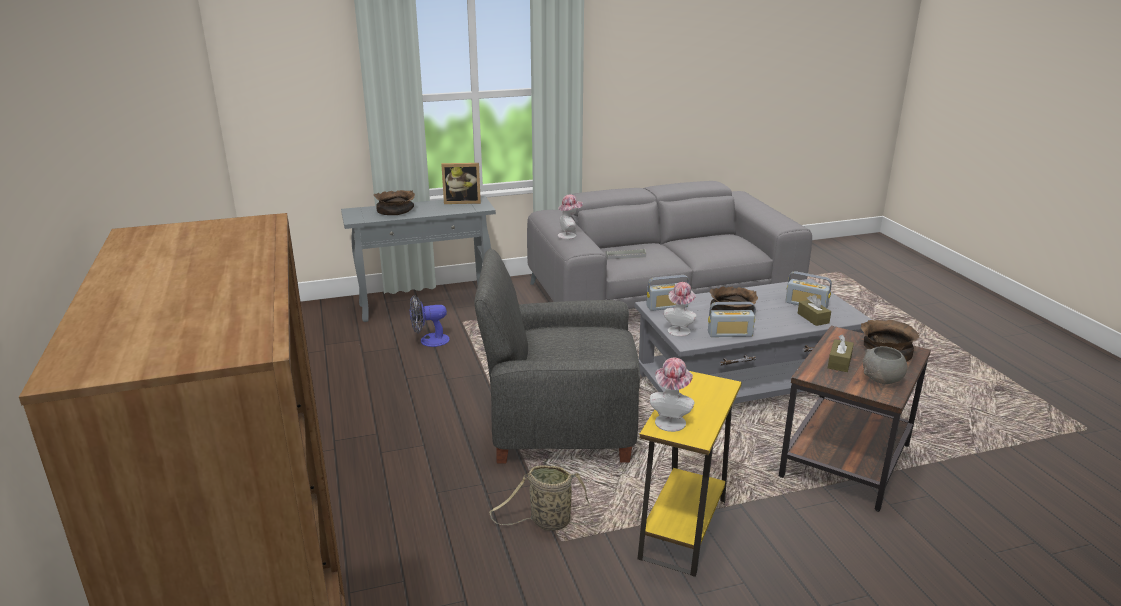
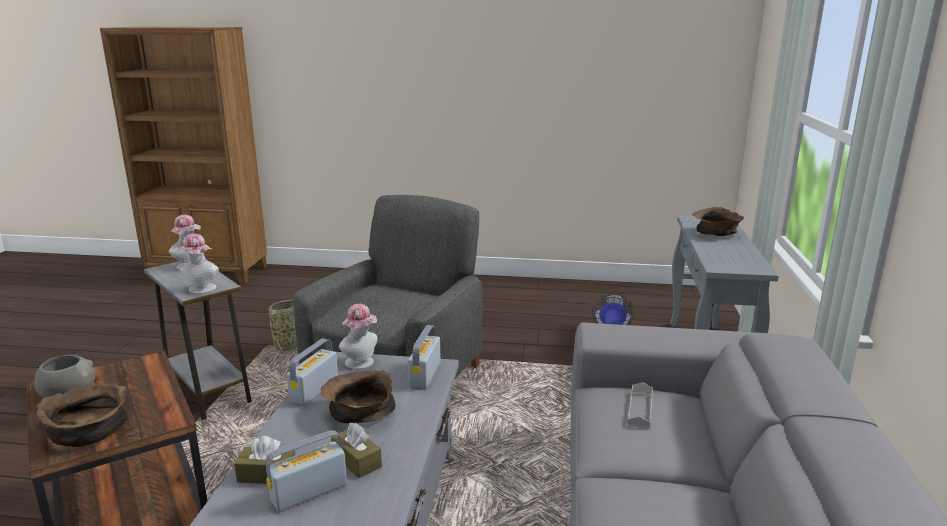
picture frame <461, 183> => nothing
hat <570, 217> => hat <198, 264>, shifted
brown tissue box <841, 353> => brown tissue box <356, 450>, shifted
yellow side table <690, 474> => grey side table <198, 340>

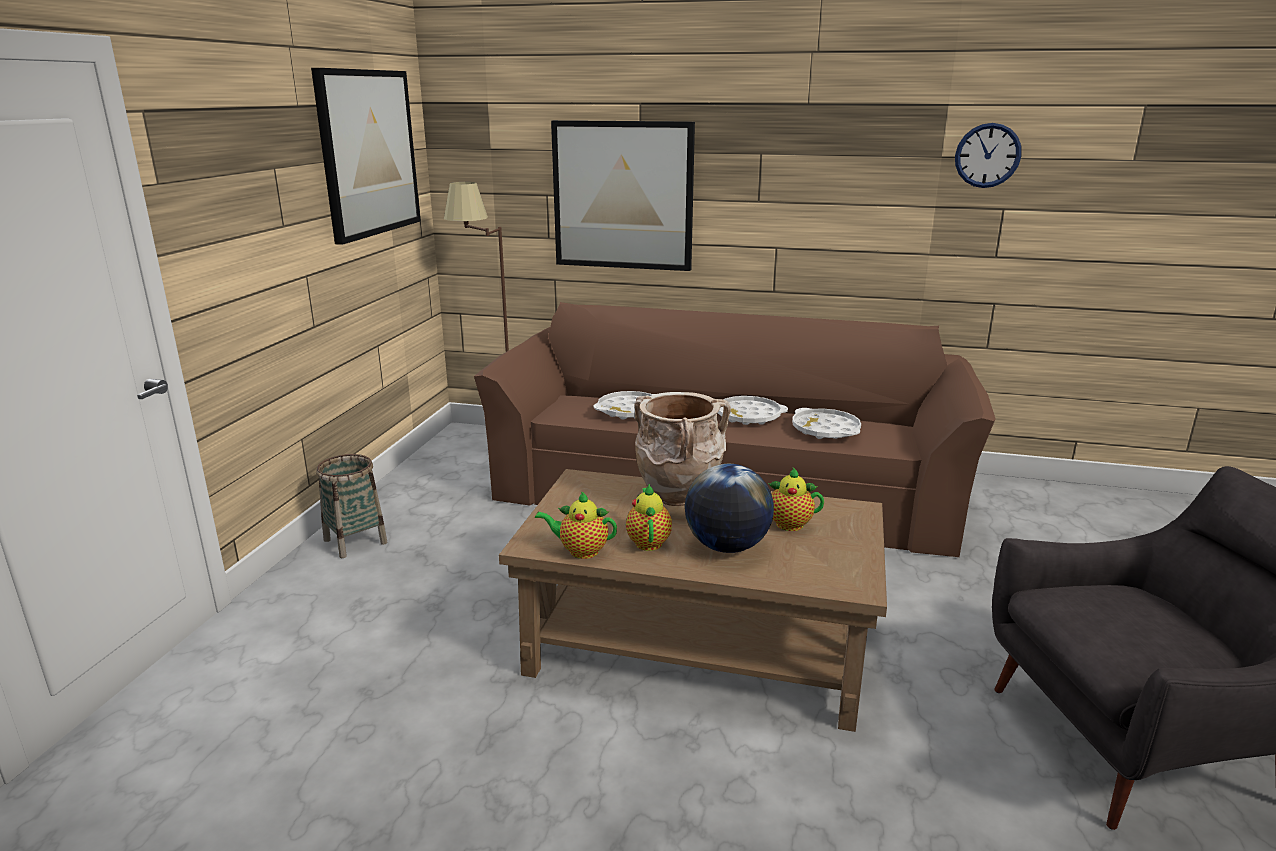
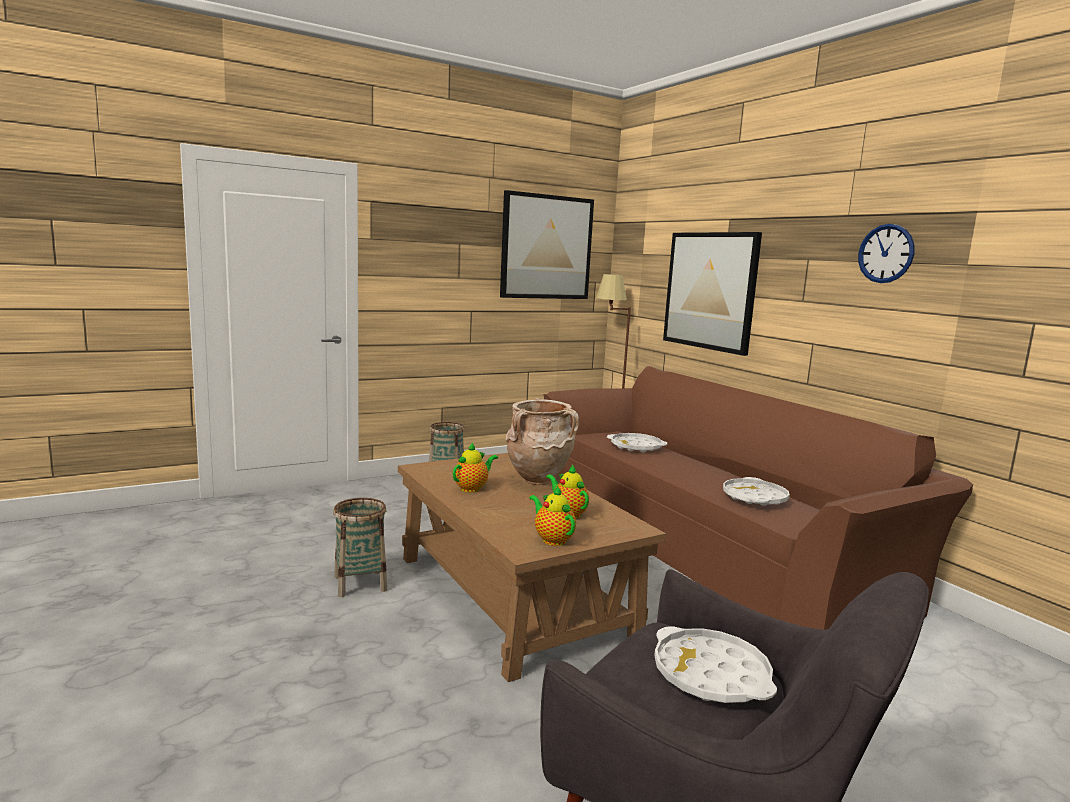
globe <729, 508> => nothing
nothing => basket <360, 547>
teapot <576, 525> => teapot <552, 516>, shifted
white tray <753, 410> => white tray <715, 664>, shifted
wall clock <988, 155> => wall clock <886, 253>, shifted

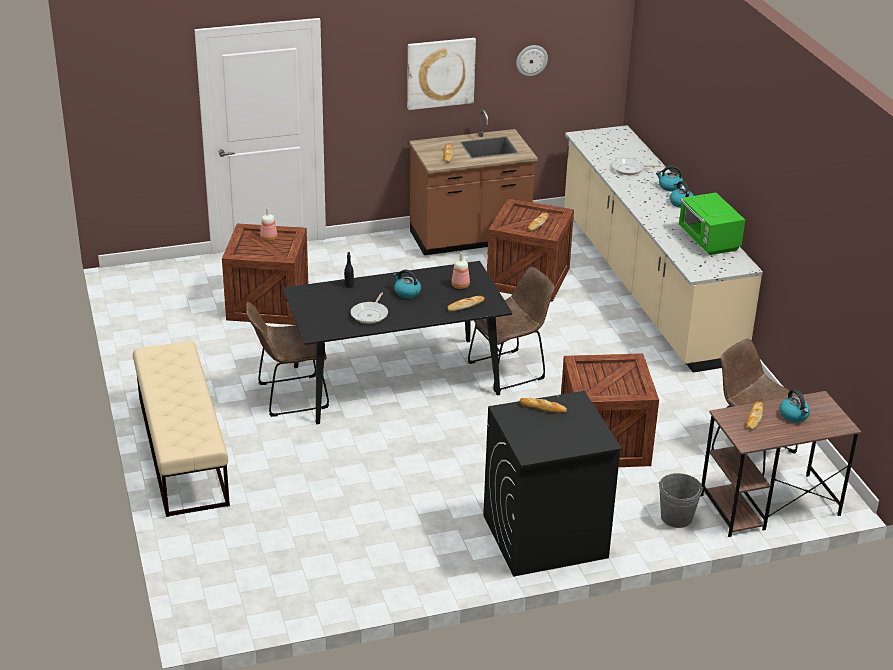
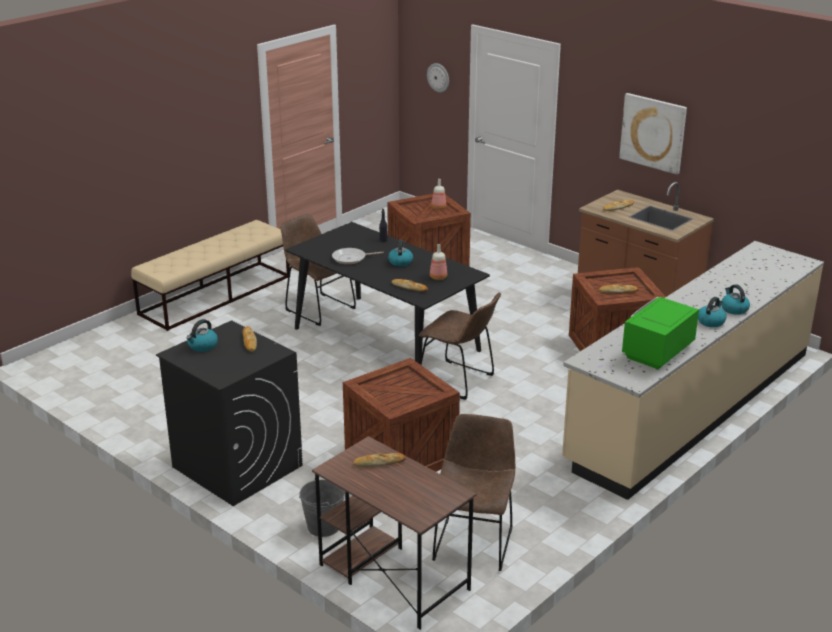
frying pan <637, 166> => nothing
wall clock <532, 60> => wall clock <438, 77>, shifted
kettle <794, 405> => kettle <202, 335>, shifted

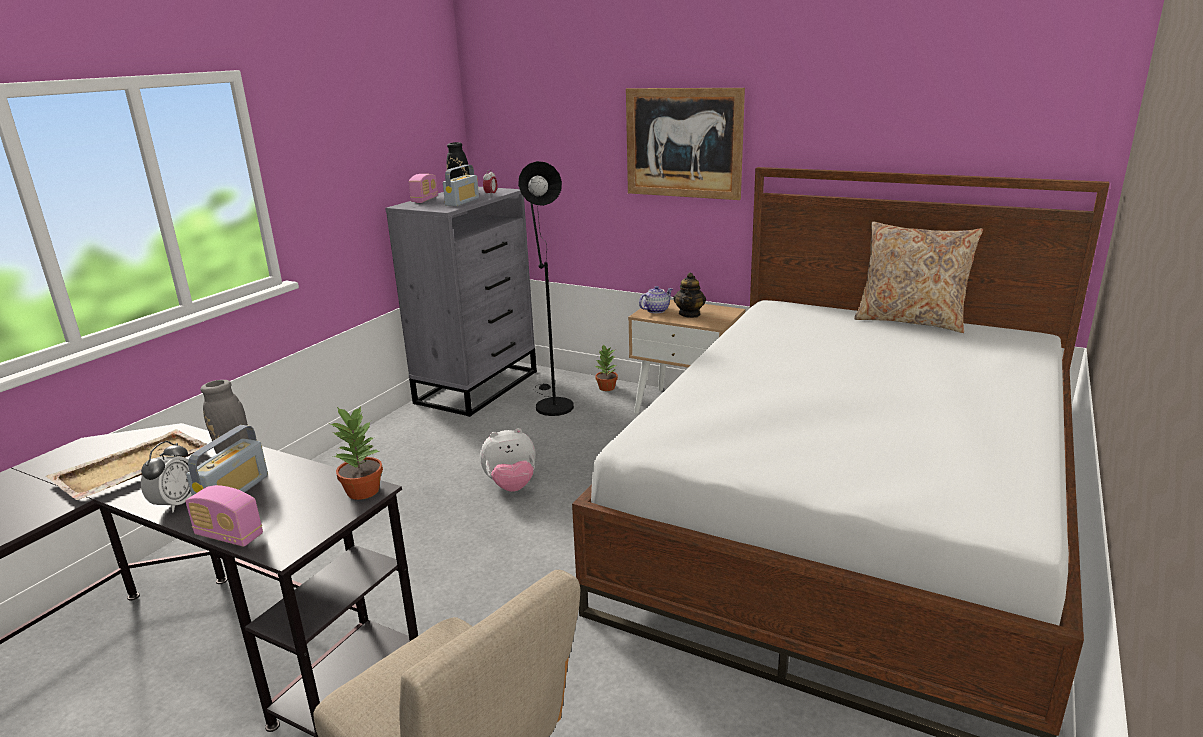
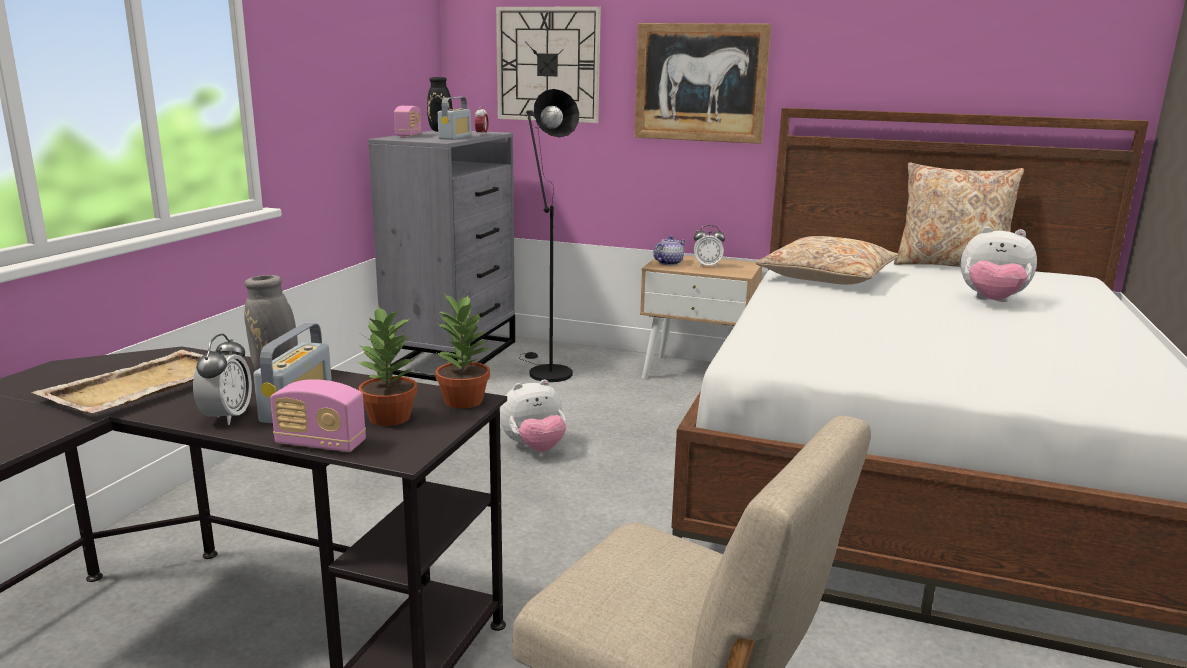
nothing => wall clock <548, 65>
nothing => beige pillow <827, 260>
nothing => plush toy <999, 264>
potted plant <606, 368> => potted plant <386, 366>, shifted
teapot <689, 295> => alarm clock <709, 246>

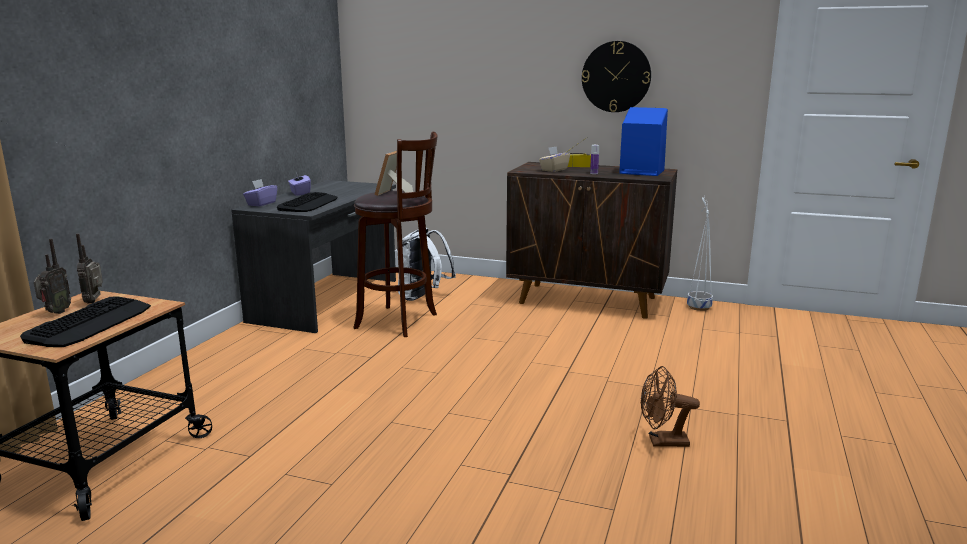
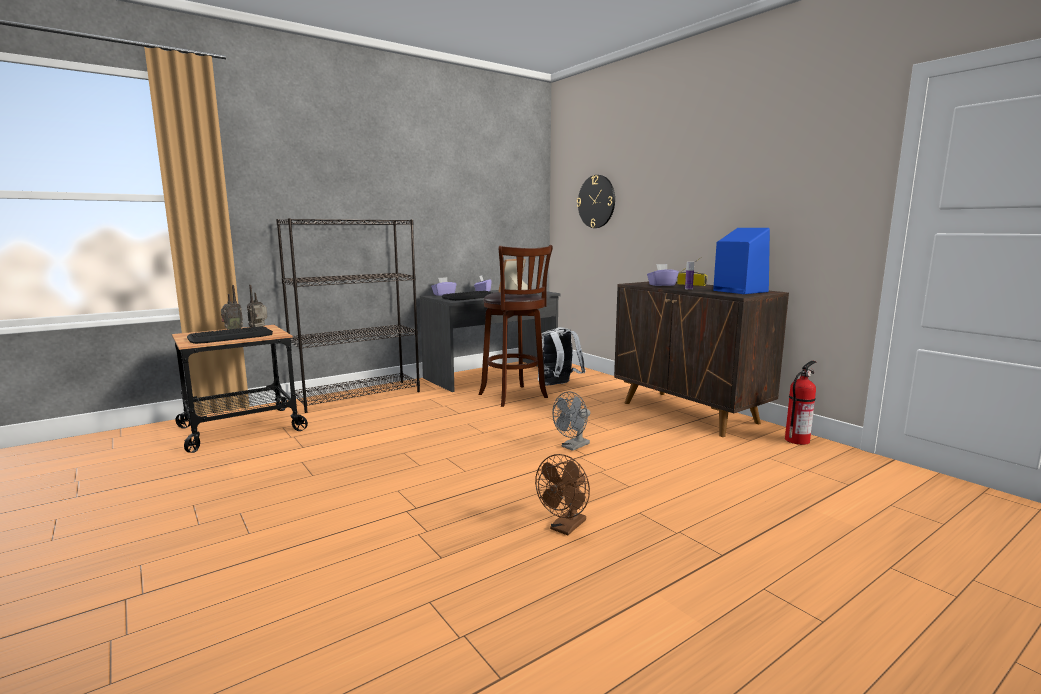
nothing => black bookcase <348, 315>
nothing => grey fan <571, 421>
wall clock <616, 76> => wall clock <596, 201>, shifted
white planter <700, 254> => fire extinguisher <800, 403>
beige tissue box <554, 159> => purple tissue box <663, 275>
brown fan <670, 406> => brown fan <562, 494>, 90 degrees counterclockwise

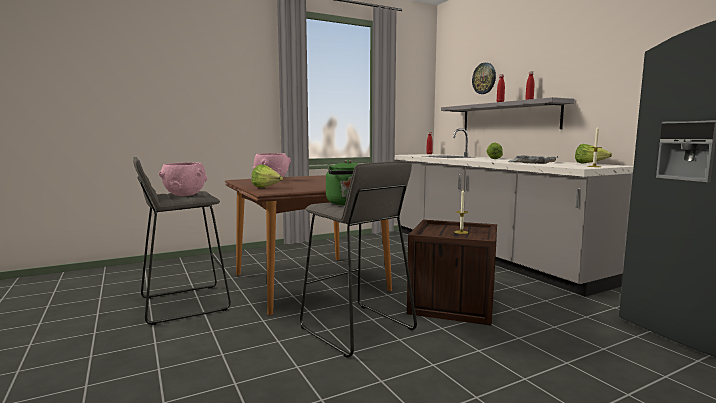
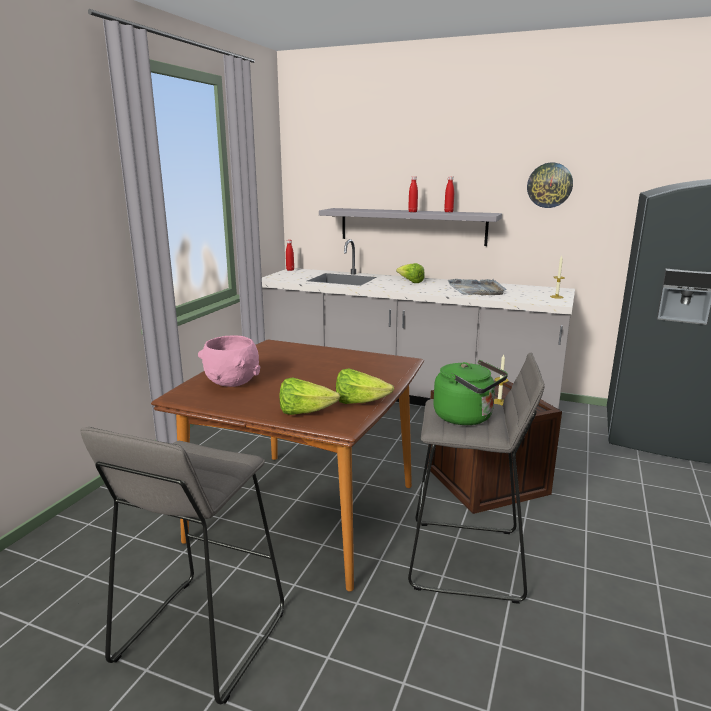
pink bowl <183, 179> => nothing
wall clock <484, 78> => wall clock <550, 185>, shifted
lettuce <593, 154> => lettuce <365, 386>, shifted

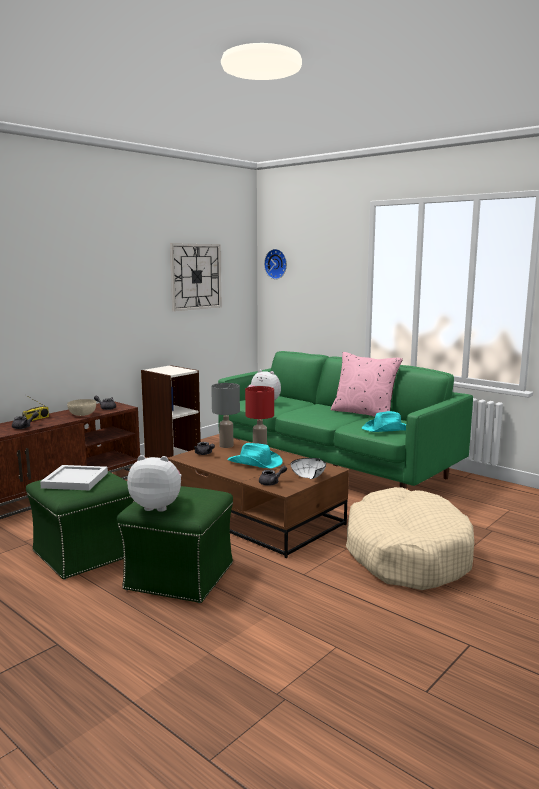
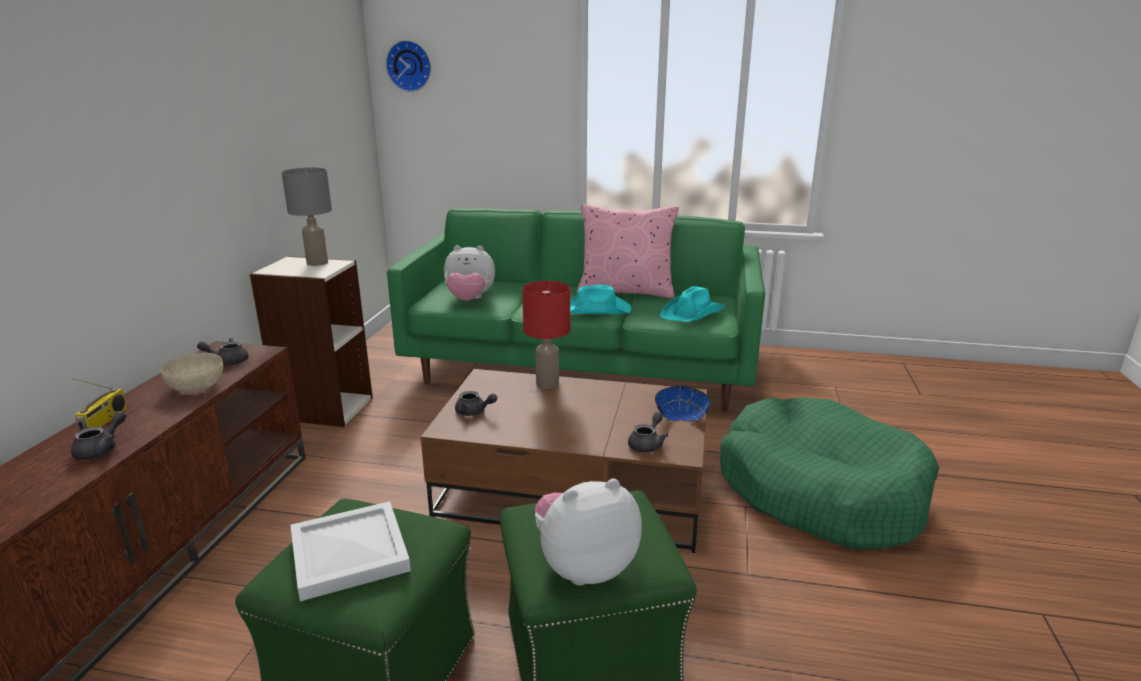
wall clock <196, 277> => nothing
grey table lamp <225, 415> => grey table lamp <306, 217>, shifted
turquoise hat <255, 456> => turquoise hat <600, 299>, shifted
white bowl <308, 468> => blue bowl <683, 403>
beige dog bed <410, 538> => green dog bed <829, 473>

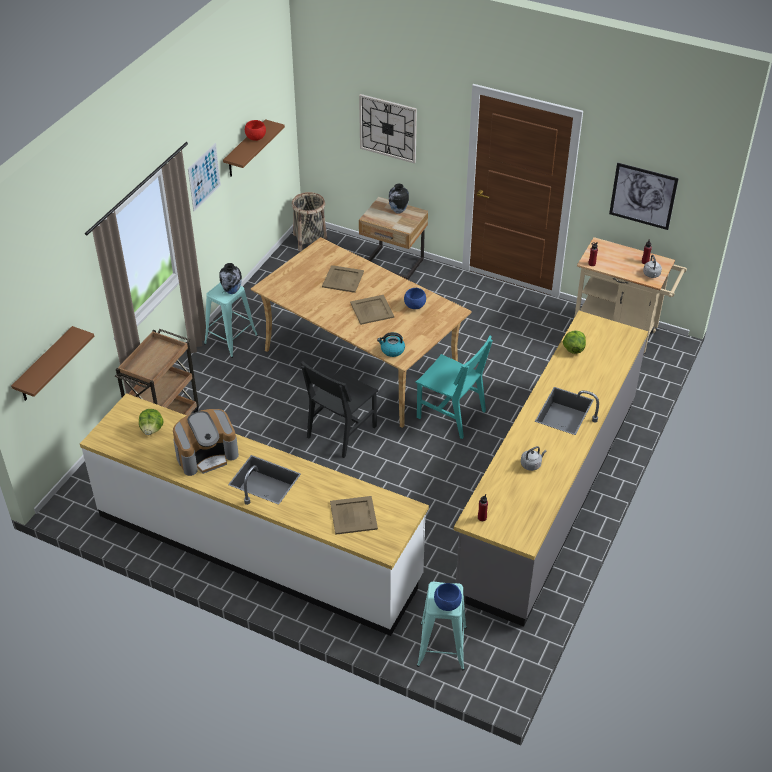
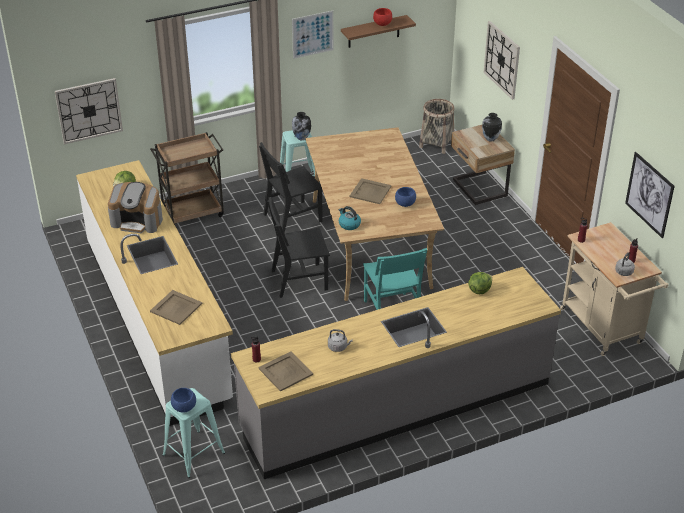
nothing => black chair <290, 187>
beige tray <343, 279> => beige tray <285, 372>, shifted
brown shelf <52, 363> => wall clock <89, 111>

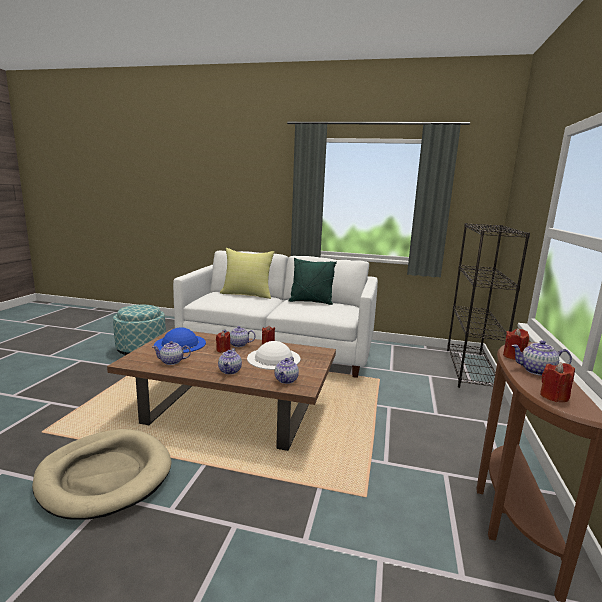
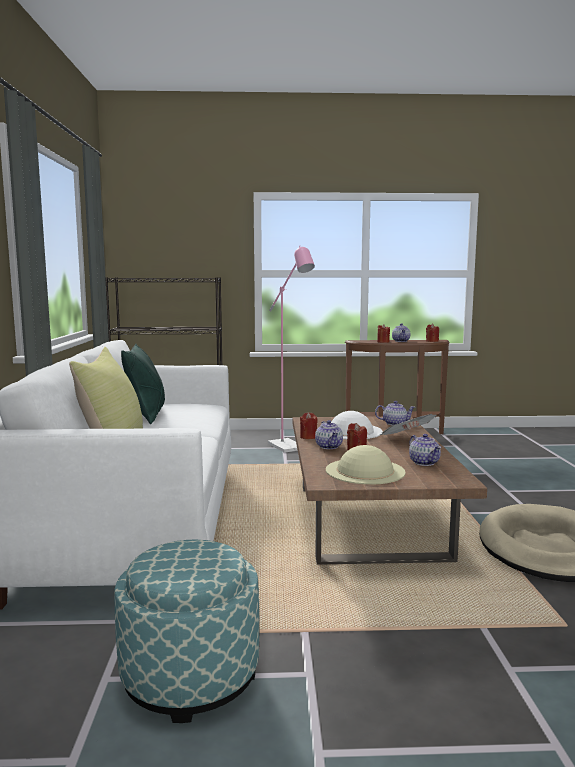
nothing => pink floor lamp <291, 349>
teapot <230, 361> => newspaper <408, 424>
blue hat <180, 340> => beige hat <366, 465>

